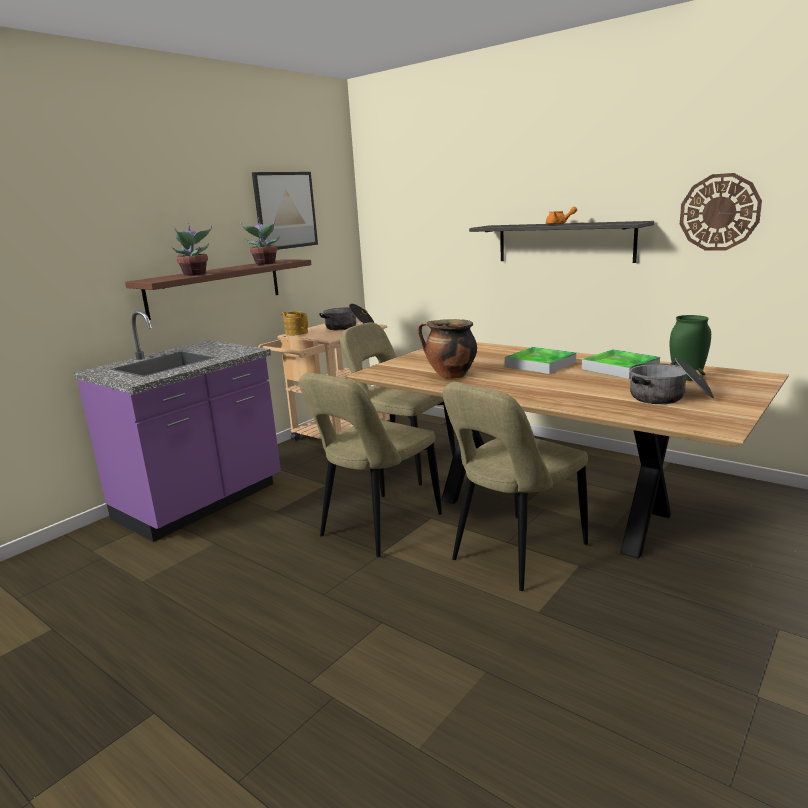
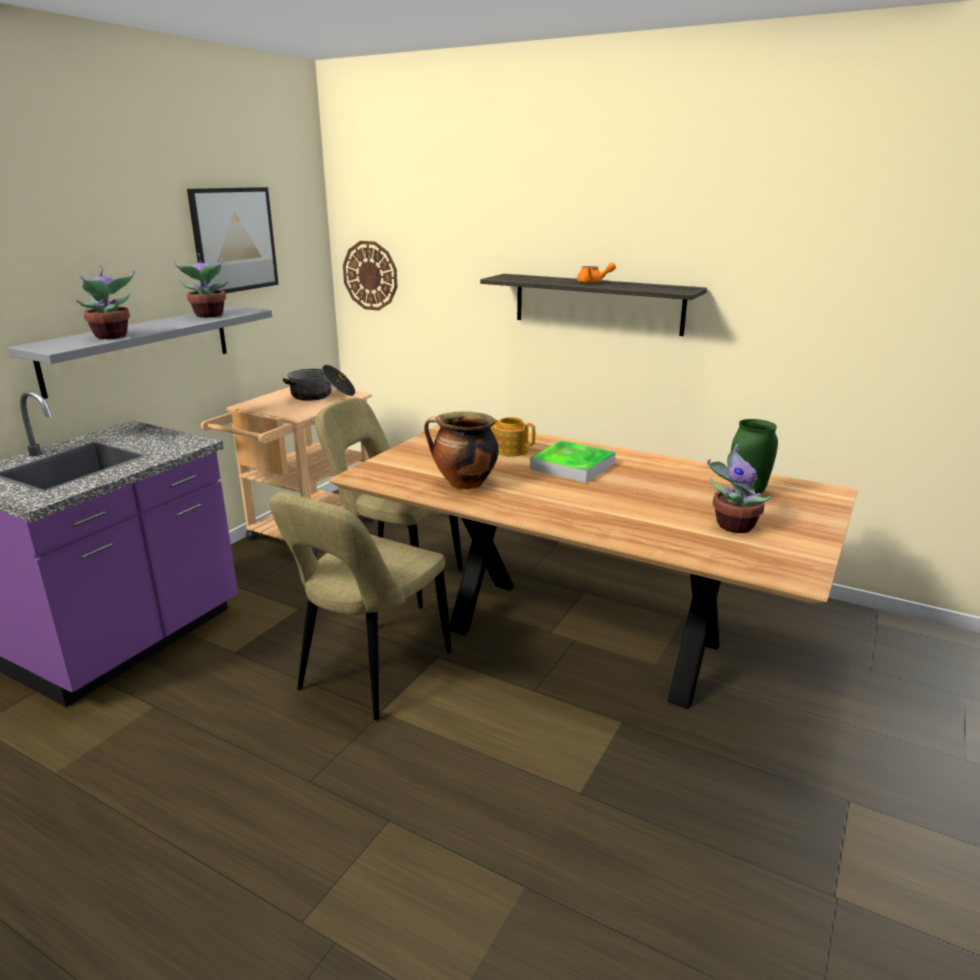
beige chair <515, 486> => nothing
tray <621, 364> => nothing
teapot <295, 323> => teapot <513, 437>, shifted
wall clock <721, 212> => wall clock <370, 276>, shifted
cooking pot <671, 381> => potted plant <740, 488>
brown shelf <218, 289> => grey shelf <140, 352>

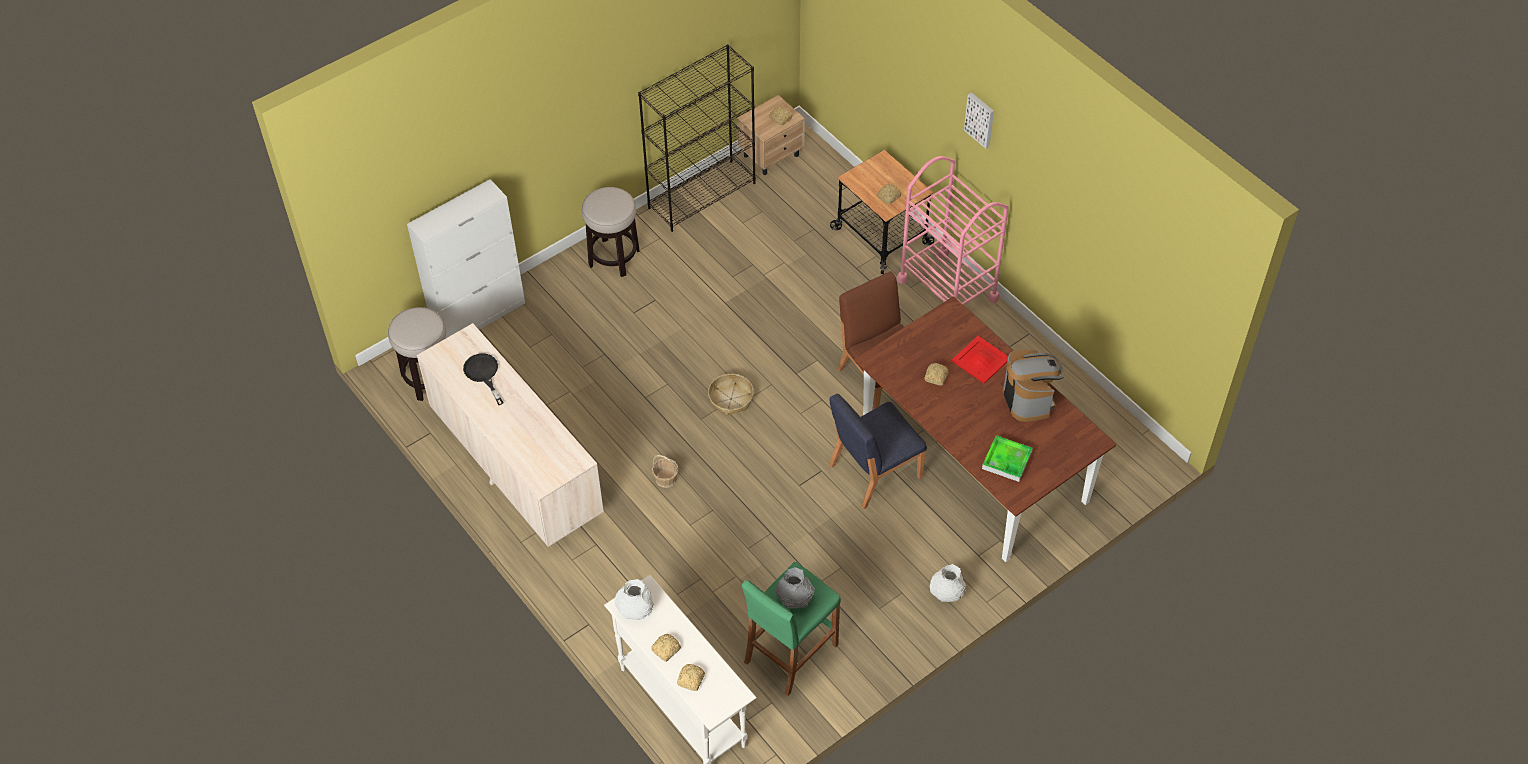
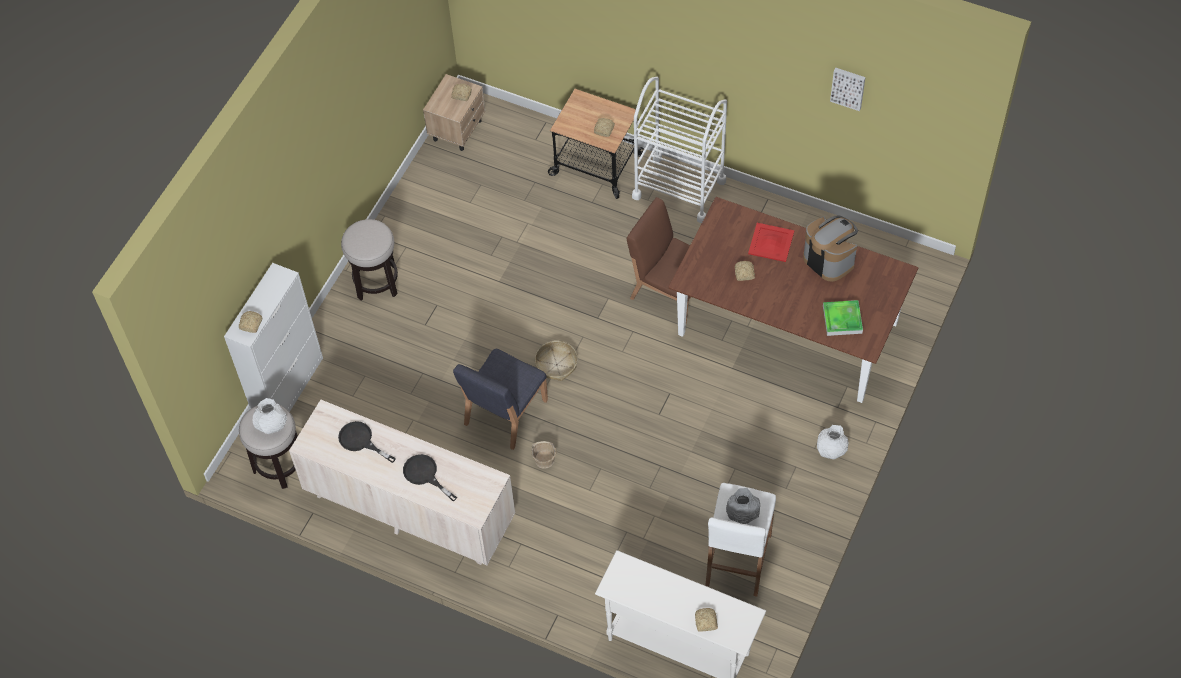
black bookcase <697, 138> => nothing
nothing => black frying pan <430, 477>
white vase <634, 599> => white vase <270, 416>, shifted
bread <666, 648> => bread <250, 322>, shifted
blue chair <878, 451> => blue chair <500, 399>, shifted
picture <979, 120> => picture <848, 89>, shifted
green stool <791, 629> => white stool <740, 540>
pink cart <953, 230> => white cart <679, 150>

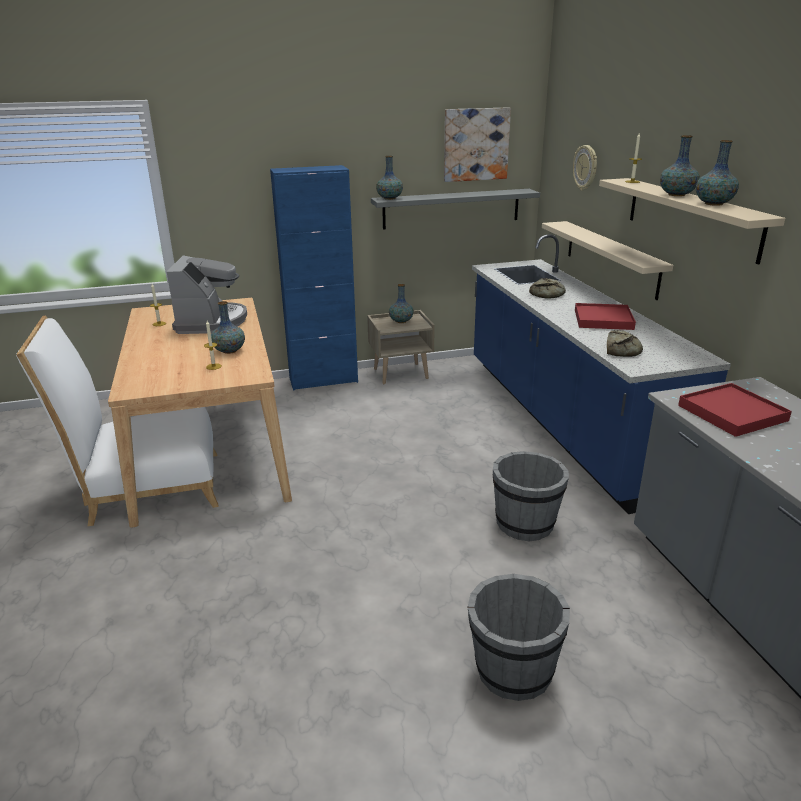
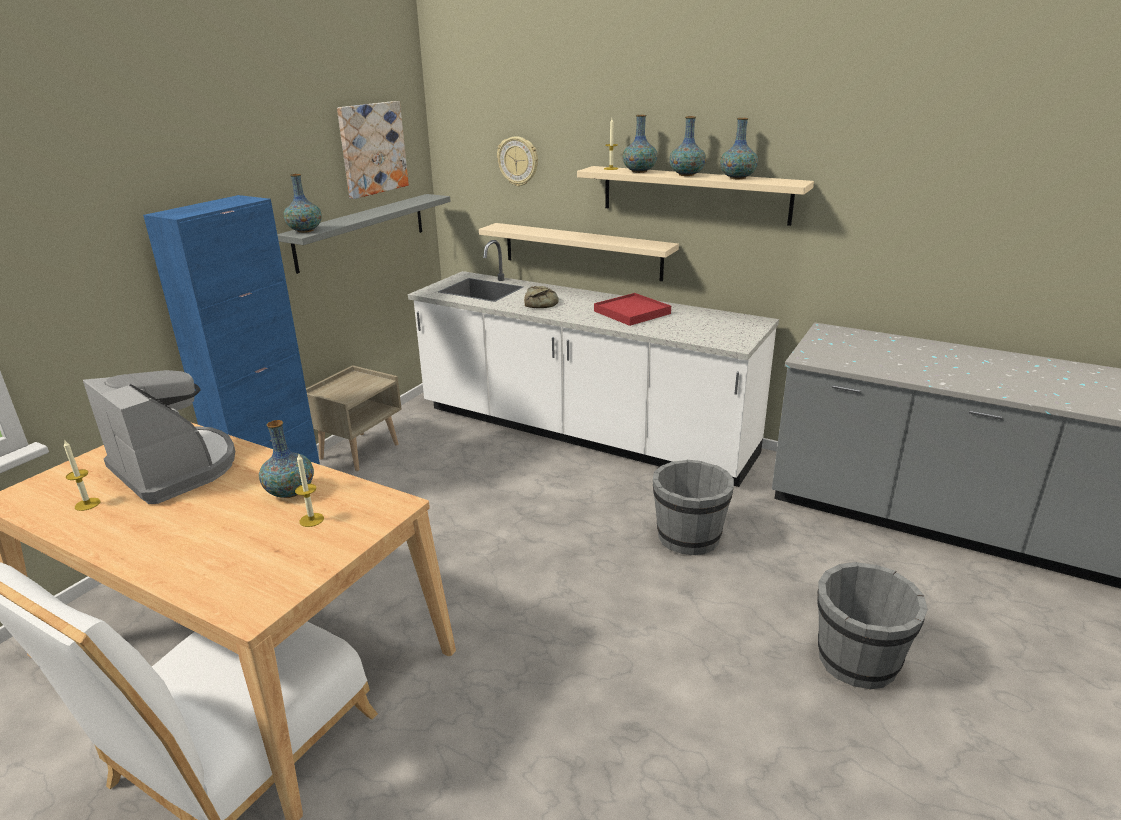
bread <625, 343> => nothing
red tray <735, 410> => nothing
vase <401, 303> => vase <640, 144>, shifted
blue counter <601, 374> => white counter <593, 363>

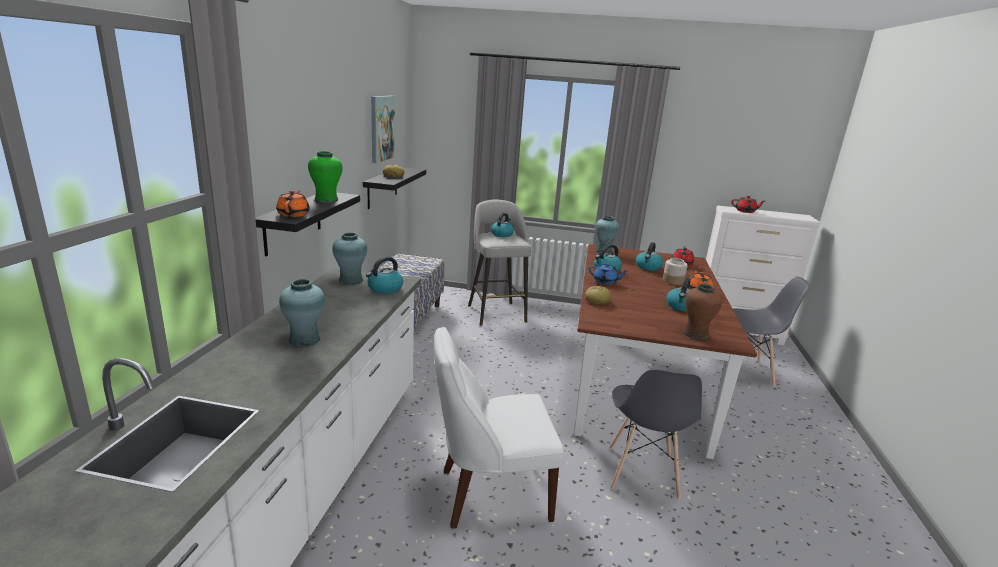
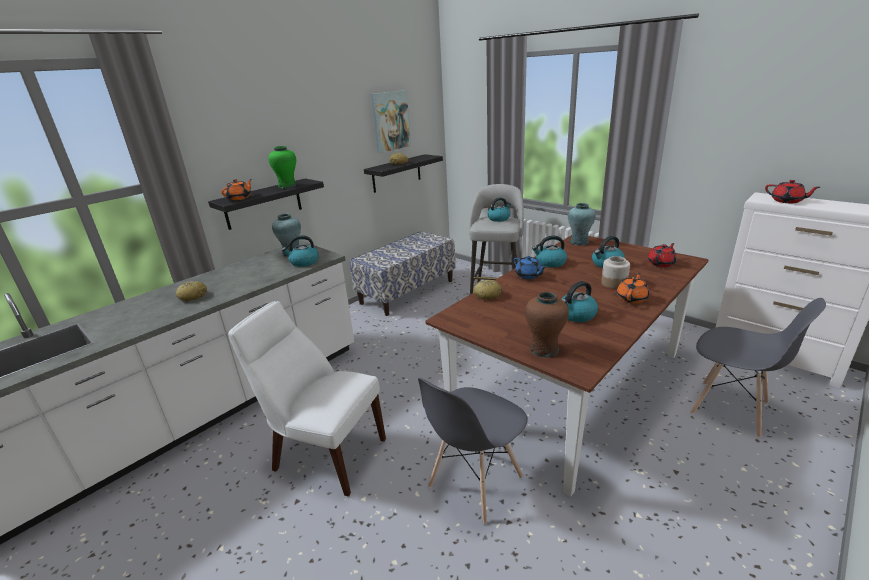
turquoise vase <302, 313> => bread <191, 291>

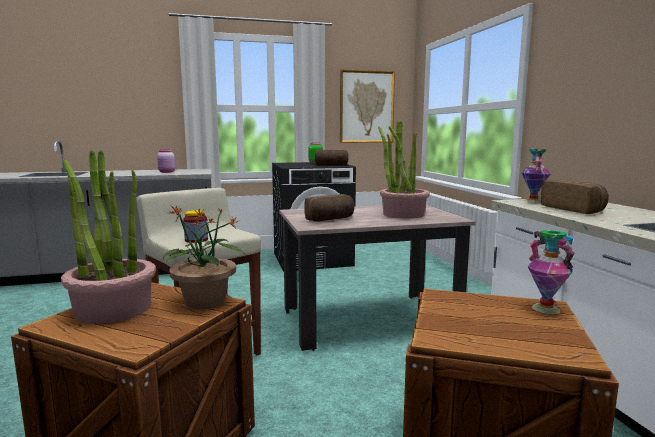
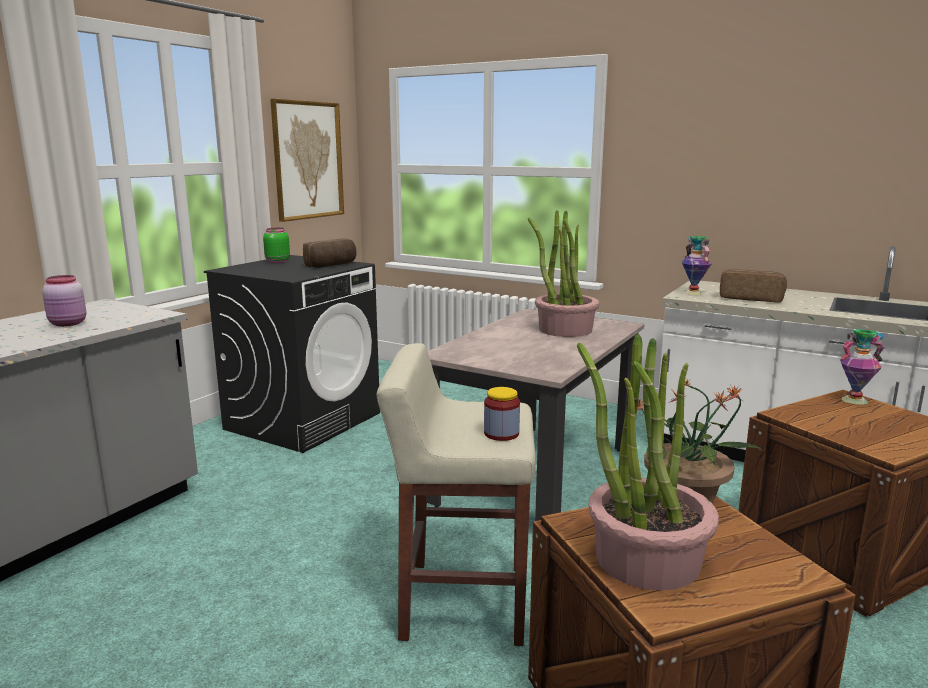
bread <329, 207> => nothing

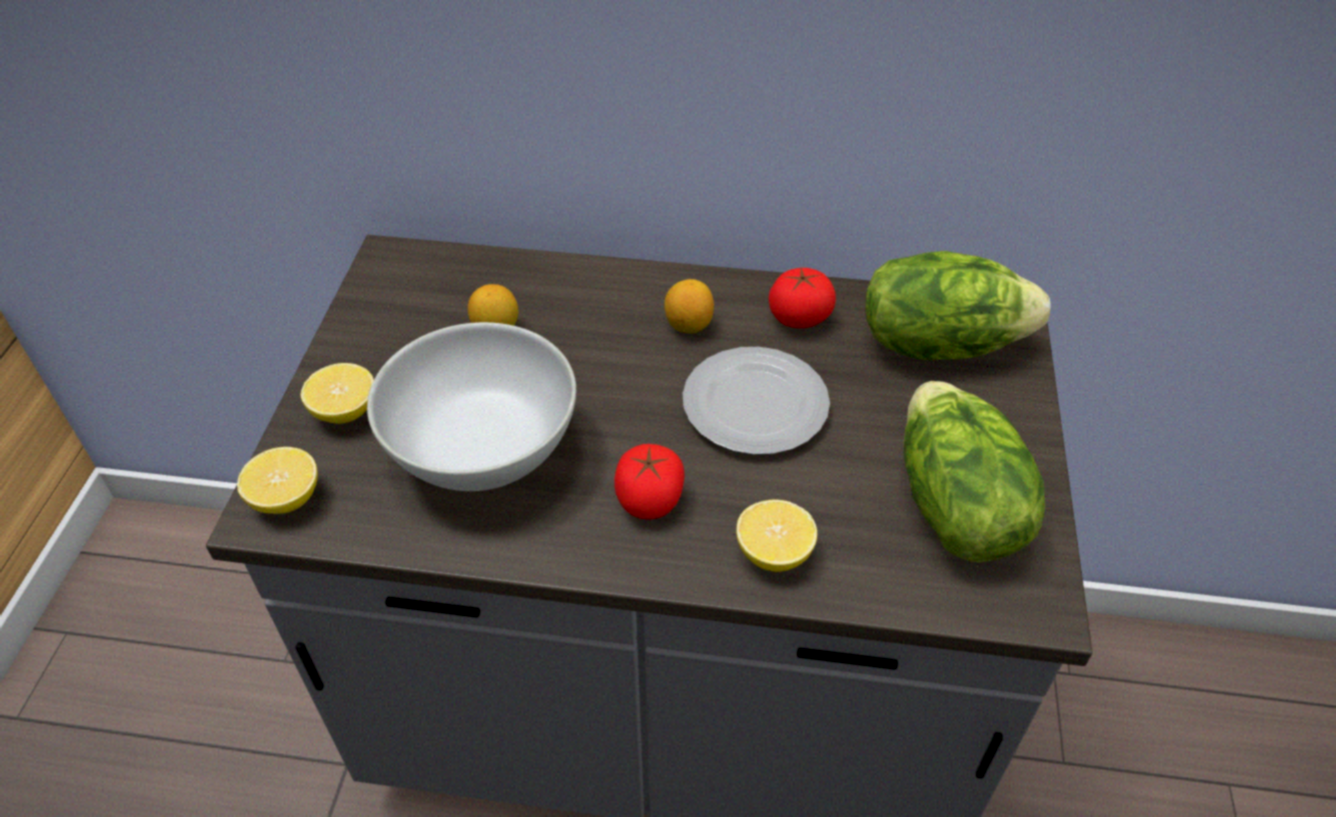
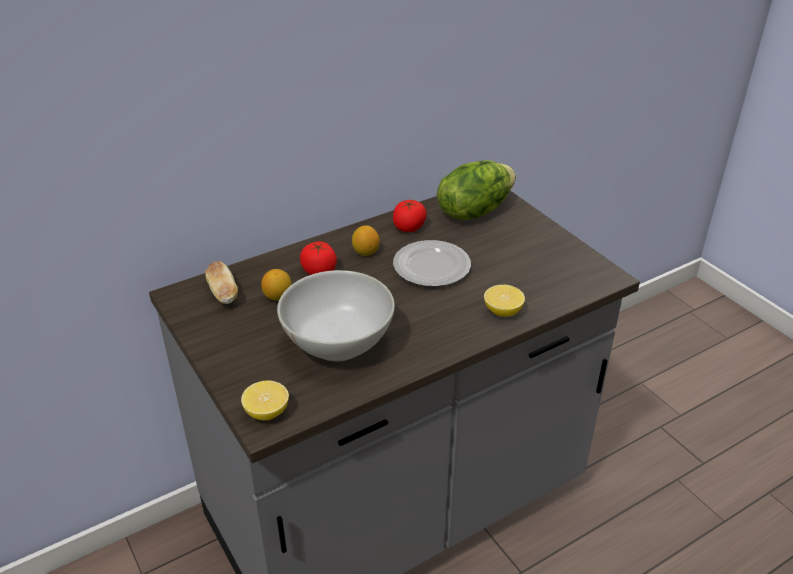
lemon <337, 393> => nothing
lettuce <974, 471> => nothing
nothing => bread <221, 282>
tomato <649, 481> => tomato <318, 258>, shifted

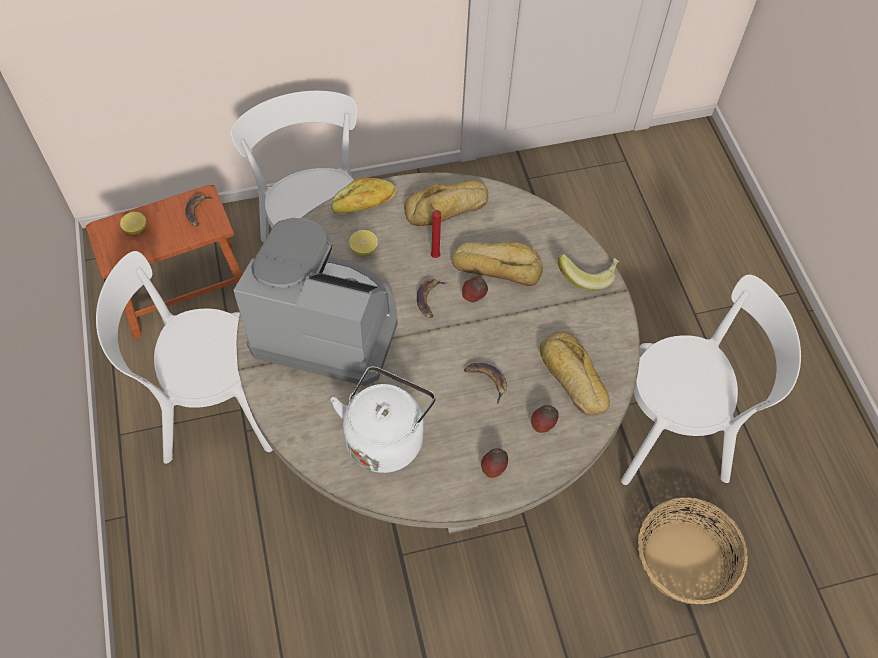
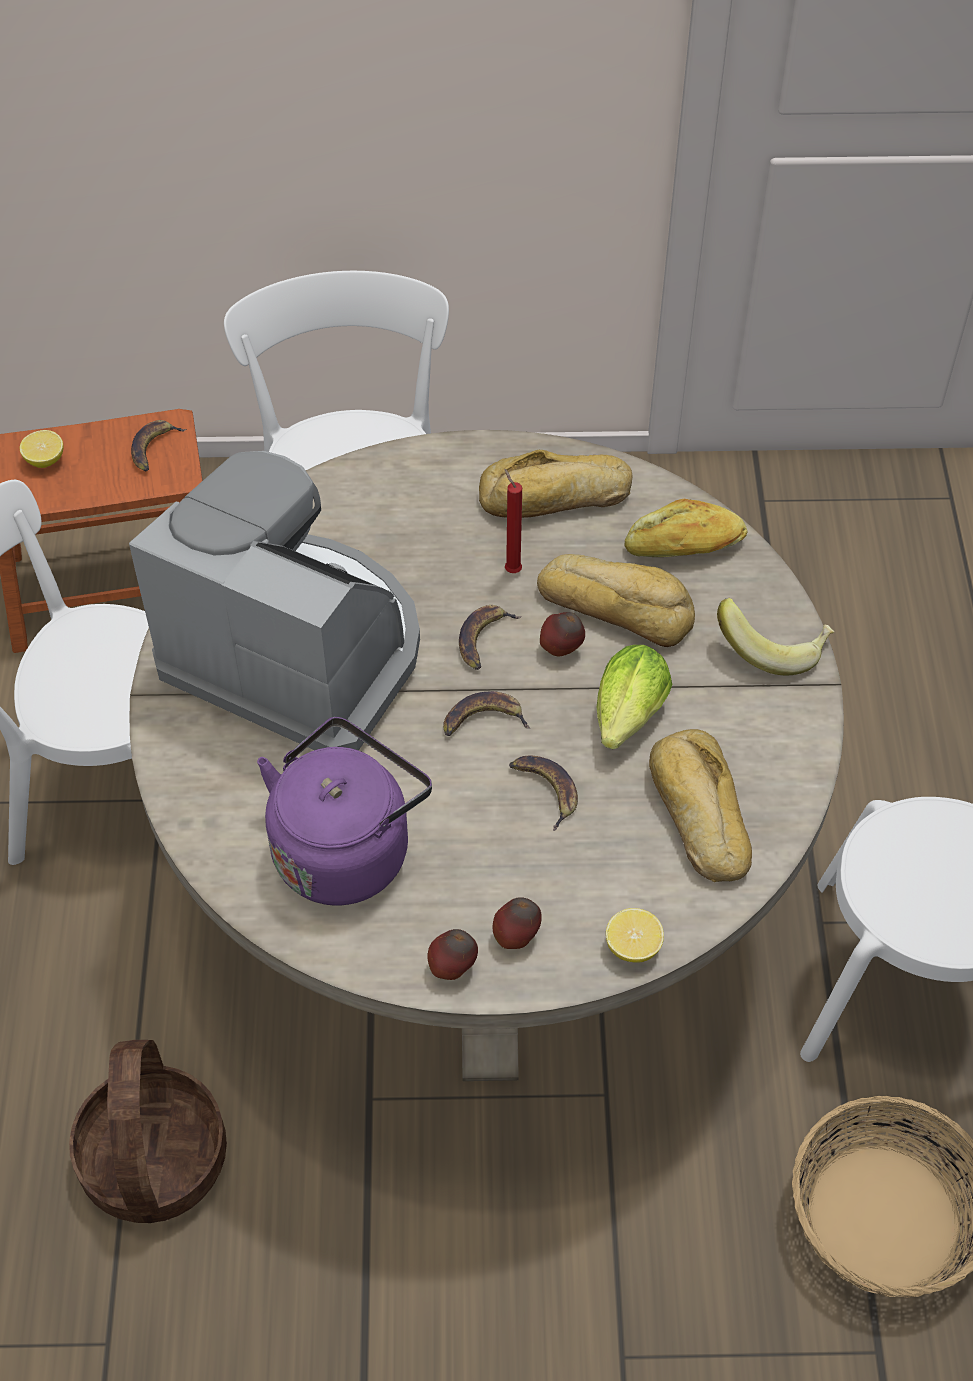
nothing => basket <148, 1131>
nothing => banana <486, 713>
nothing => lettuce <634, 697>
bread <364, 196> => bread <686, 528>, shifted
lemon <363, 242> => lemon <635, 935>, shifted
apple <545, 419> => apple <452, 954>, shifted
white kettle <383, 419> => purple kettle <344, 811>

